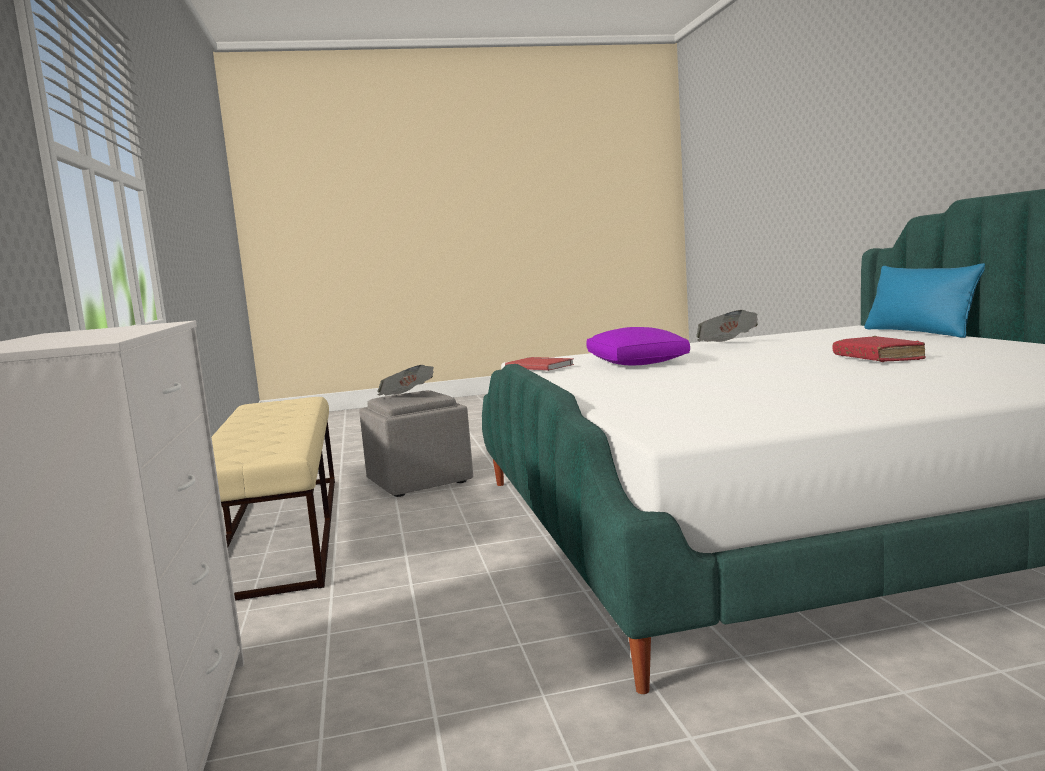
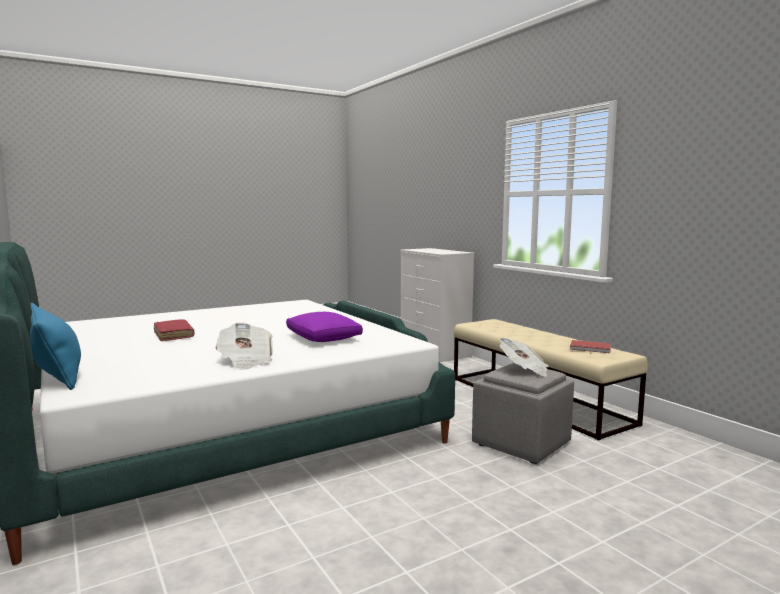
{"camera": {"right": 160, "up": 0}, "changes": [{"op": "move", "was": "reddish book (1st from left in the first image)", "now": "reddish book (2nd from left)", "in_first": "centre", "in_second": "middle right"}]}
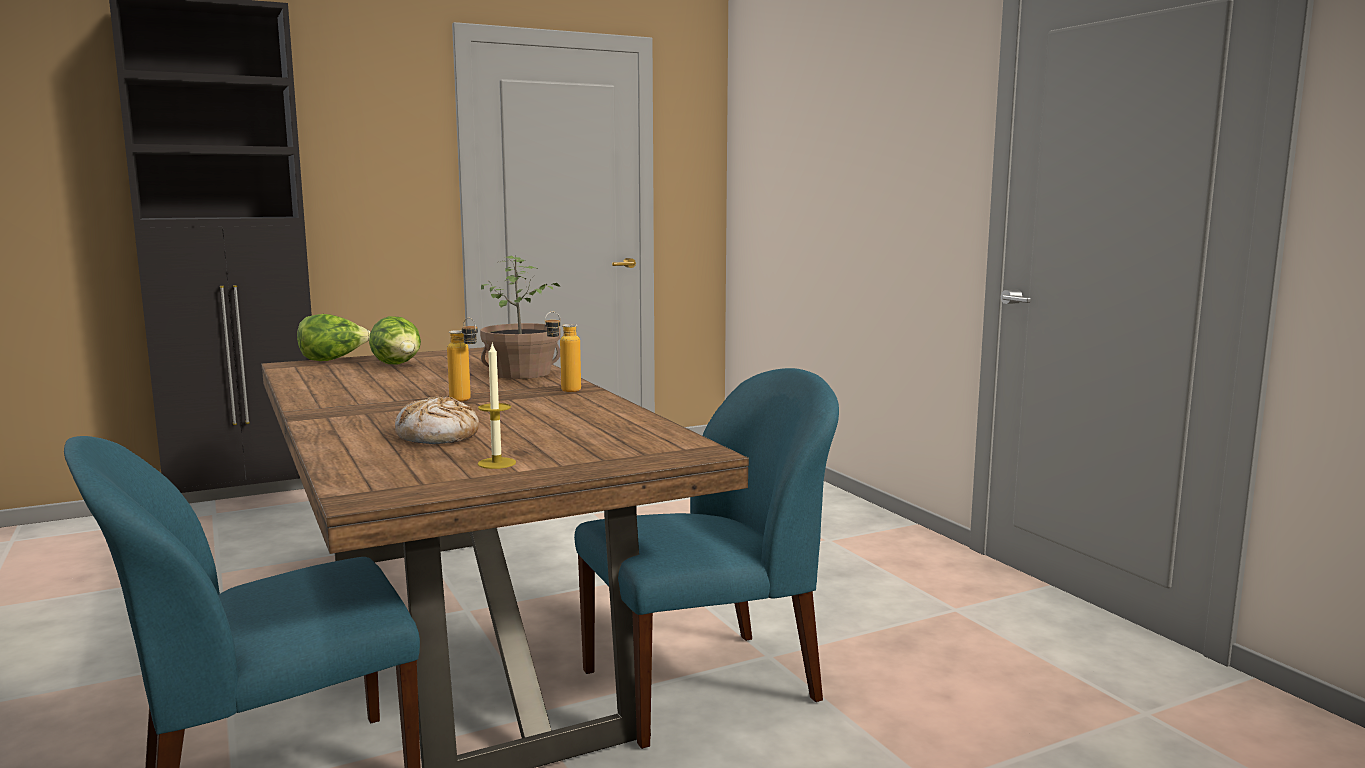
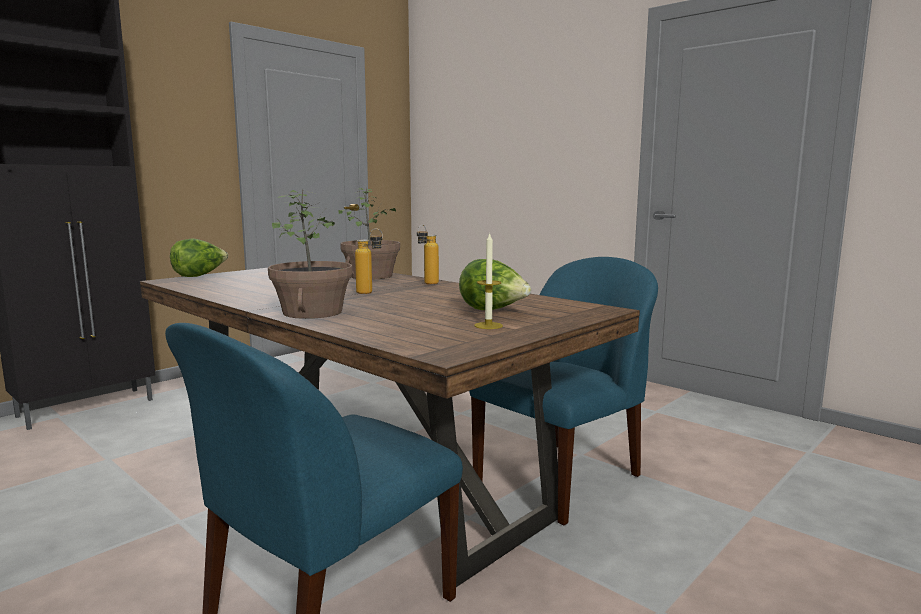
{"camera": {"right": -20, "up": 0}, "changes": [{"op": "insert", "now": "plant in a pot (1st from left)", "in_second": "centre"}, {"op": "move", "was": "head of lettuce (2nd from left)", "in_first": "middle left", "in_second": "centre"}, {"op": "delete", "was": "bread", "in_first": "middle left"}]}
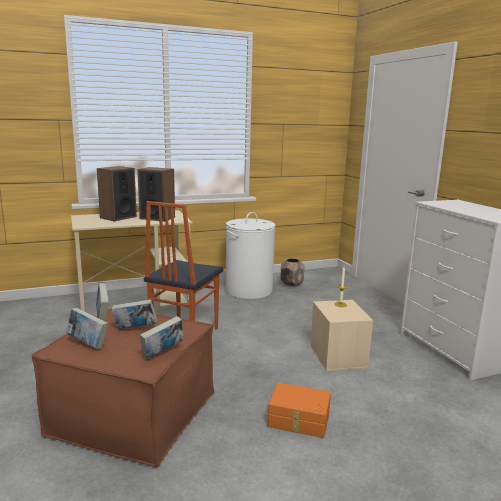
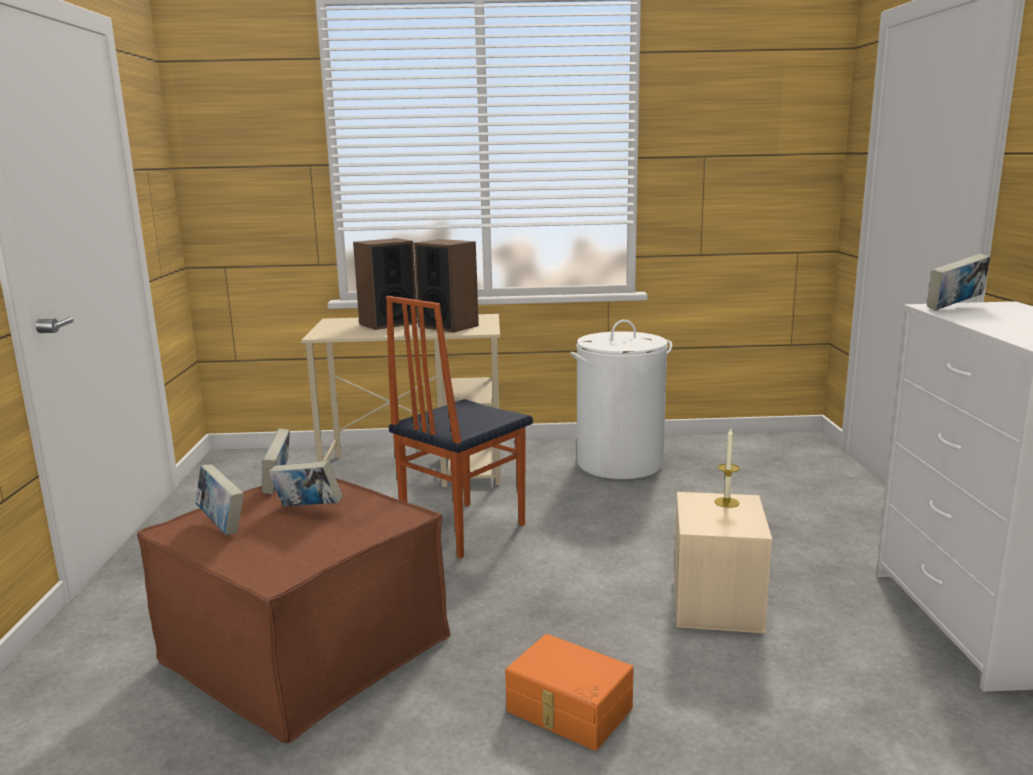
{"camera": {"right": 20, "up": 0}, "changes": [{"op": "move", "was": "book (4th from left)", "in_first": "bottom left", "in_second": "middle right"}, {"op": "delete", "was": "brown flower pot", "in_first": "centre"}]}
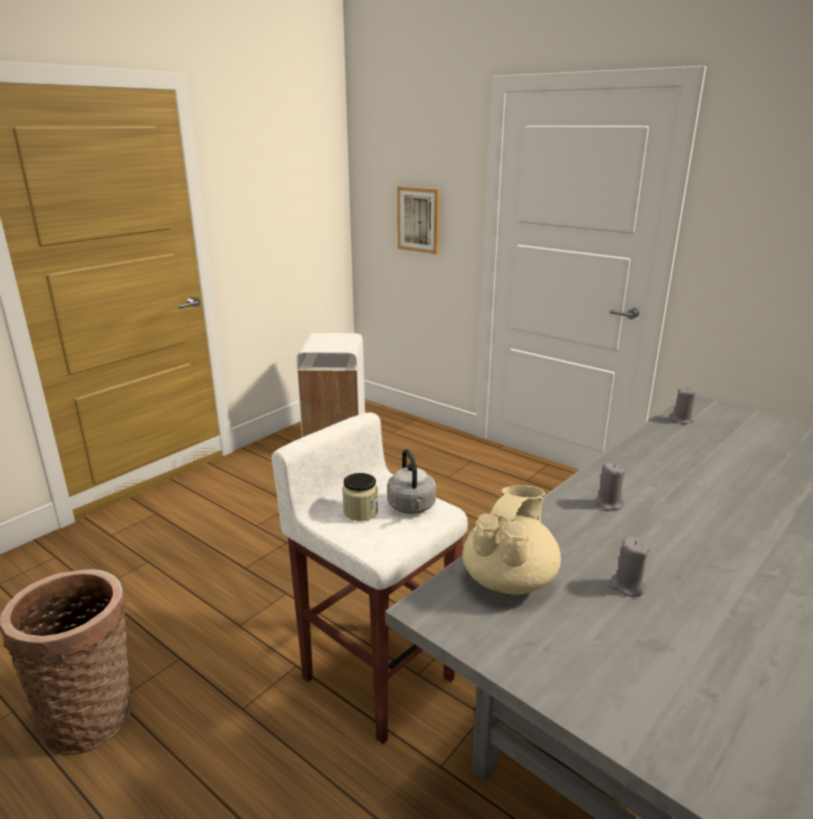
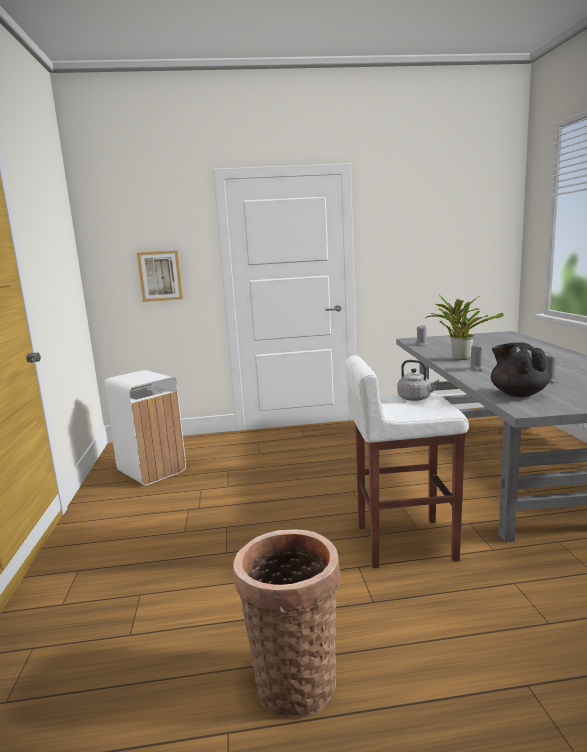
{"camera": {"right": -45, "up": -10}, "changes": [{"op": "insert", "now": "plant in a pot", "in_second": "middle right"}, {"op": "recolor", "was": "beige teapot", "now": "black teapot", "in_first": "centre", "in_second": "middle right"}, {"op": "delete", "was": "preserve jar", "in_first": "centre"}]}
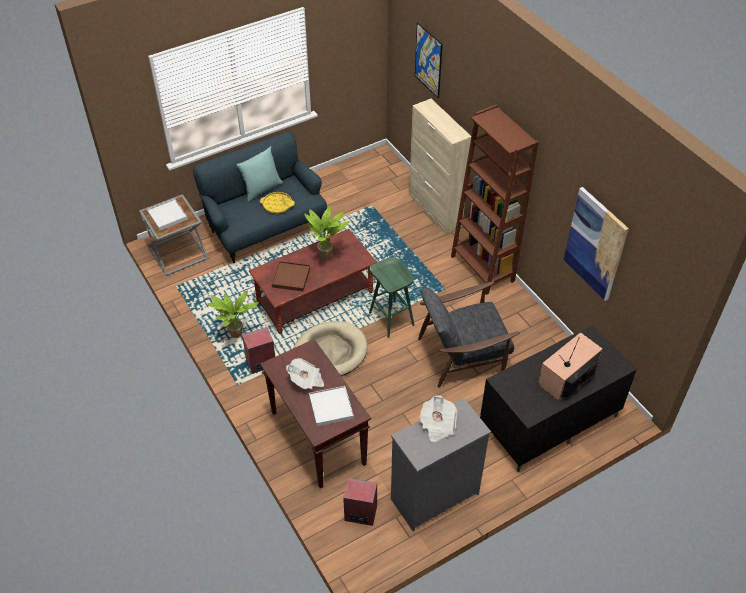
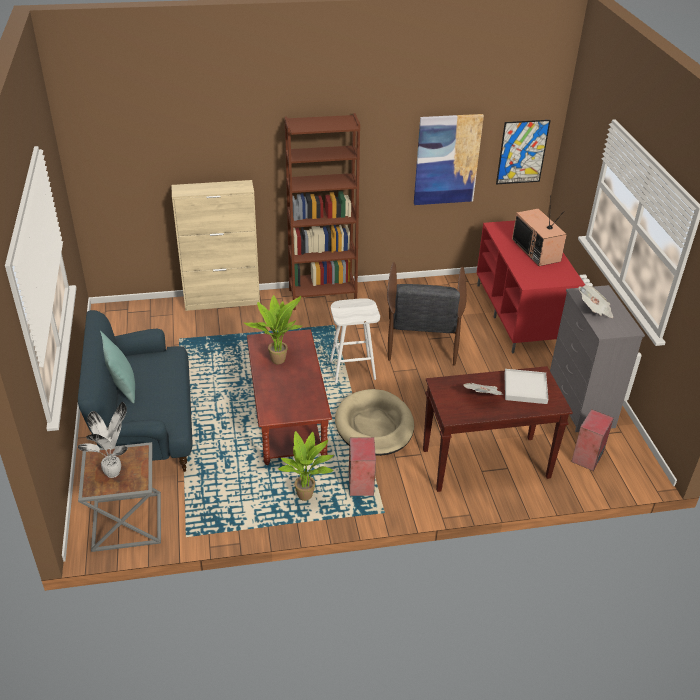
{"camera": {"right": -70, "up": -10}, "changes": [{"op": "replace", "was": "whitish carrying tray (1st from left)", "now": "plant in a pot (1st from left)", "in_first": "middle left", "in_second": "middle left"}, {"op": "recolor", "was": "green-coloured sitting stool", "now": "whitish sitting stool", "in_first": "centre", "in_second": "centre"}, {"op": "recolor", "was": "black tv unit", "now": "reddish tv unit", "in_first": "bottom right", "in_second": "middle right"}, {"op": "move", "was": "wall picture (1st from left in the first image)", "now": "wall picture (2nd from left)", "in_first": "top centre", "in_second": "top right"}, {"op": "delete", "was": "yellowish carrying tray", "in_first": "centre"}, {"op": "delete", "was": "brown carrying tray", "in_first": "centre"}]}
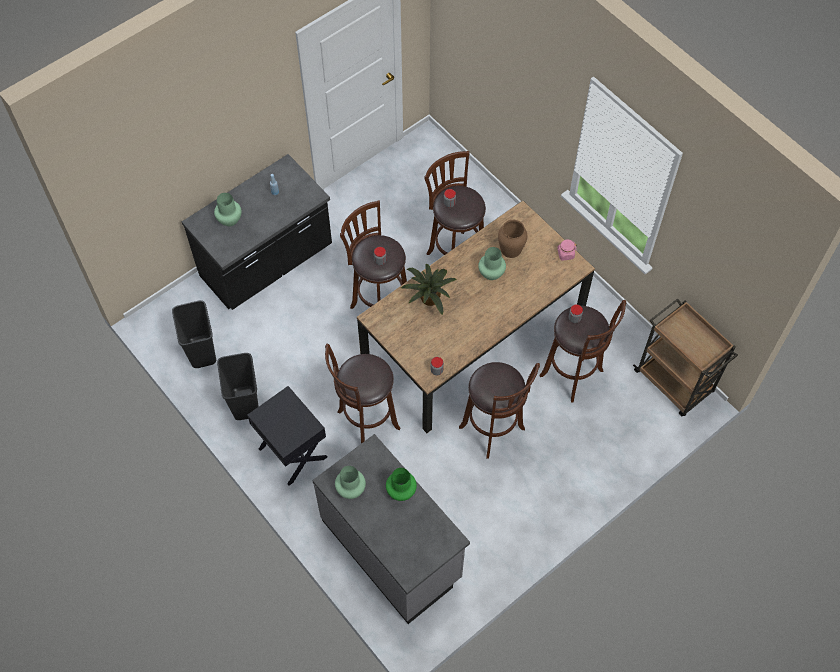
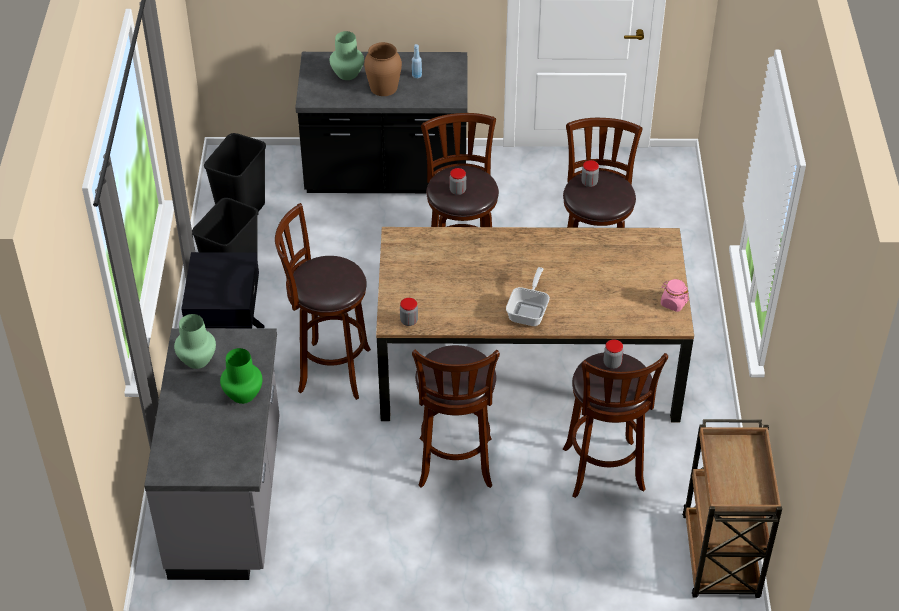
{"camera": {"right": 40, "up": -15}, "changes": [{"op": "move", "was": "brown decorative vase", "in_first": "centre", "in_second": "top centre"}, {"op": "insert", "now": "pan", "in_second": "centre"}, {"op": "delete", "was": "plant in a pot", "in_first": "centre"}, {"op": "delete", "was": "green-coloured decorative vase (4th from left)", "in_first": "centre"}]}
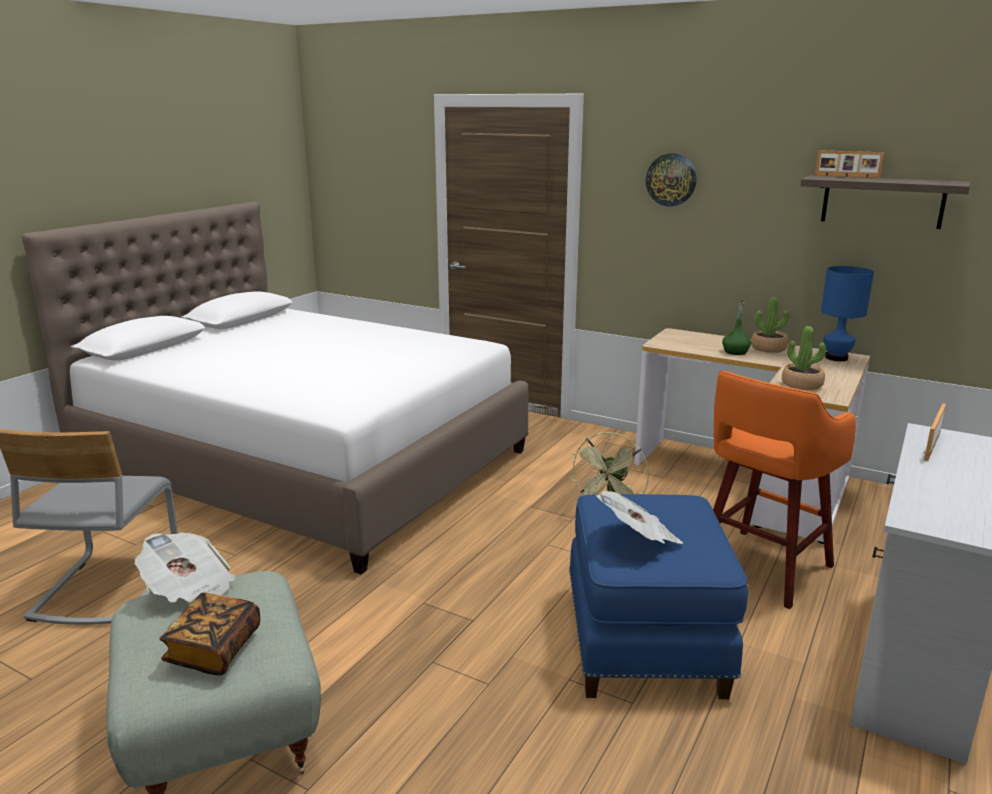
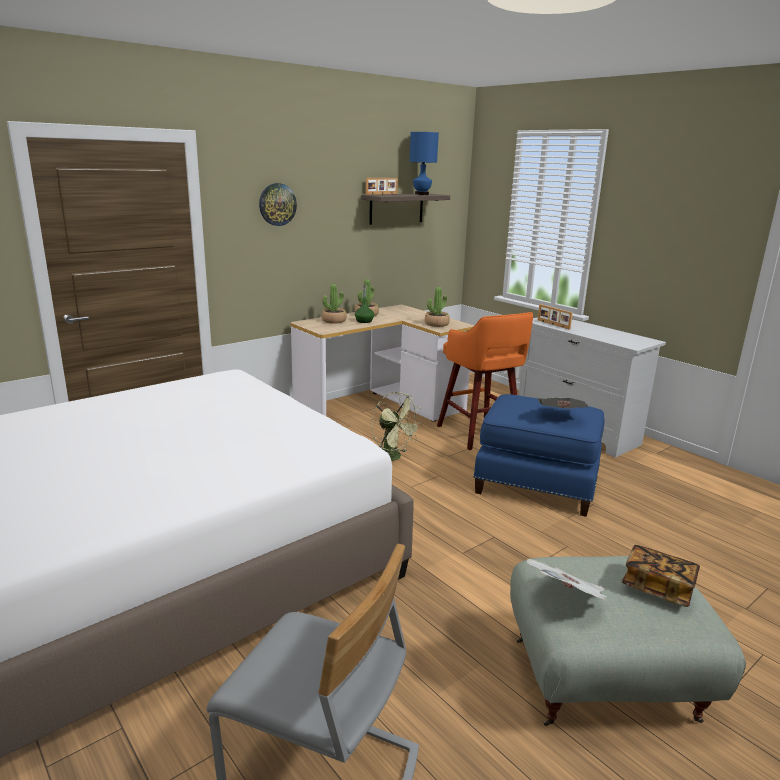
{"camera": {"right": -70, "up": 0}, "changes": [{"op": "insert", "now": "plant in a pot (1st from left)", "in_second": "centre"}, {"op": "move", "was": "blue lamp for a table", "in_first": "middle right", "in_second": "top centre"}]}
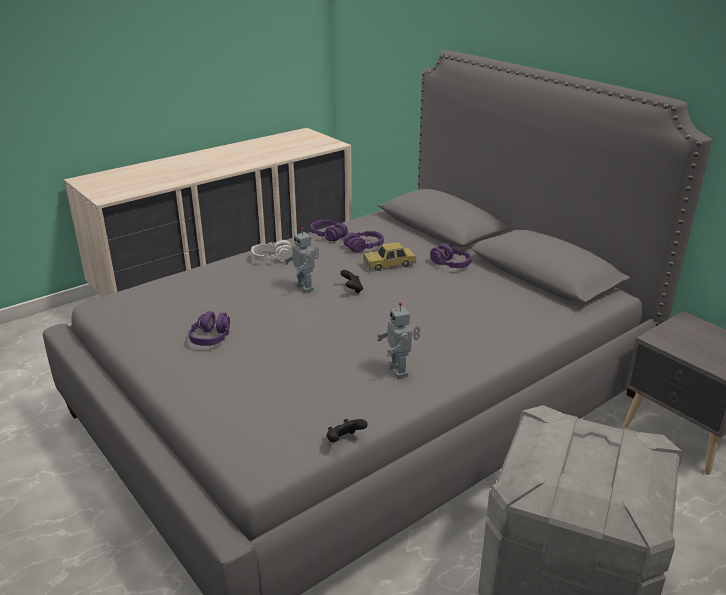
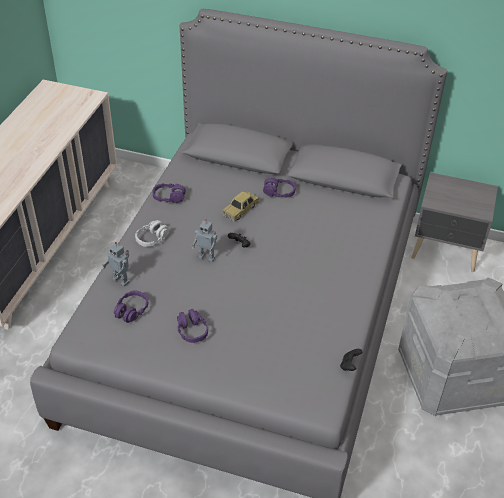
{"camera": {"right": -35, "up": 15}, "changes": [{"op": "move", "was": "robot figure (2nd from left in the first image)", "now": "robot figure (1st from left)", "in_first": "centre", "in_second": "middle left"}, {"op": "move", "was": "purplish headphones (3rd from left in the first image)", "now": "purplish headphones (1st from left)", "in_first": "centre", "in_second": "middle left"}]}
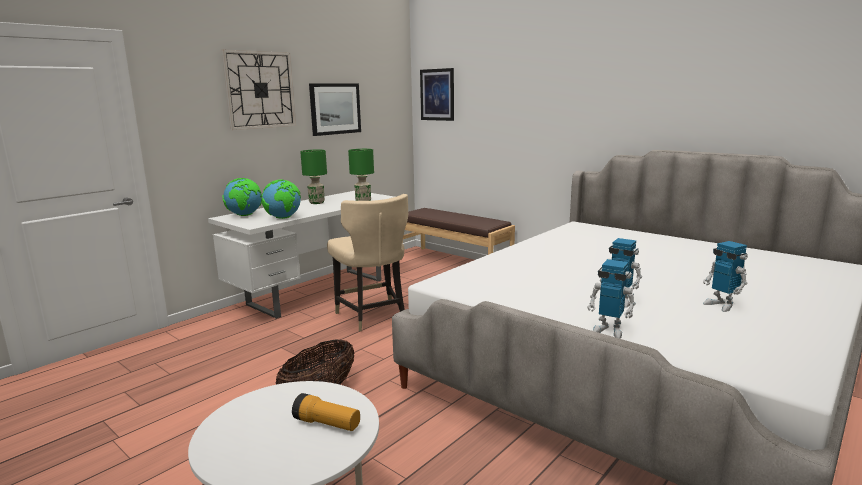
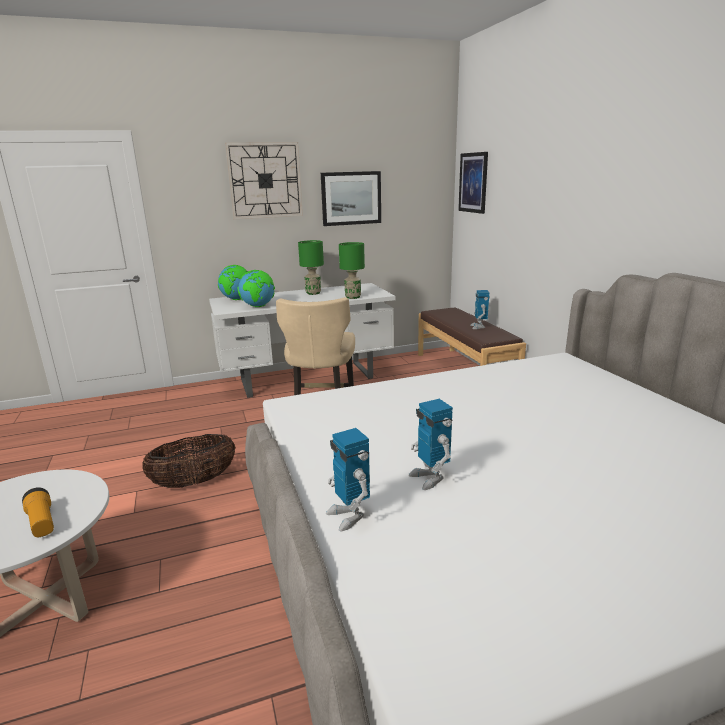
{"camera": {"right": 30, "up": 5}, "changes": [{"op": "move", "was": "robot figure (3rd from left)", "in_first": "middle right", "in_second": "centre"}]}
